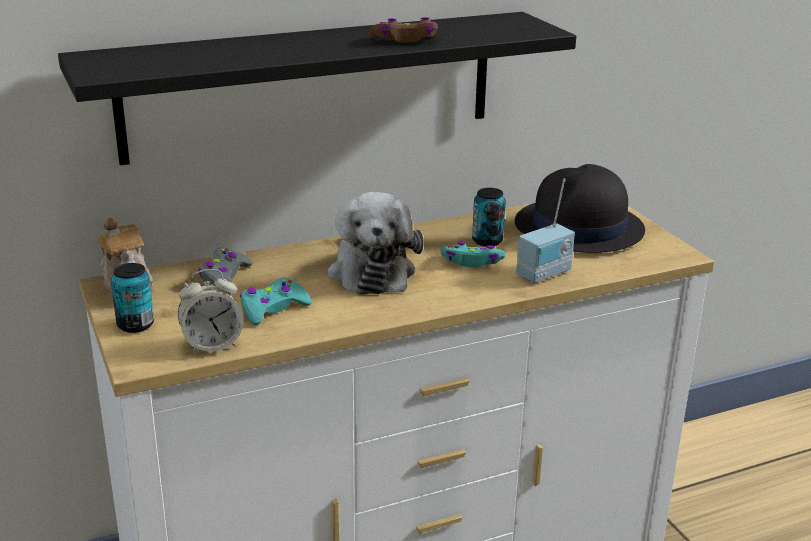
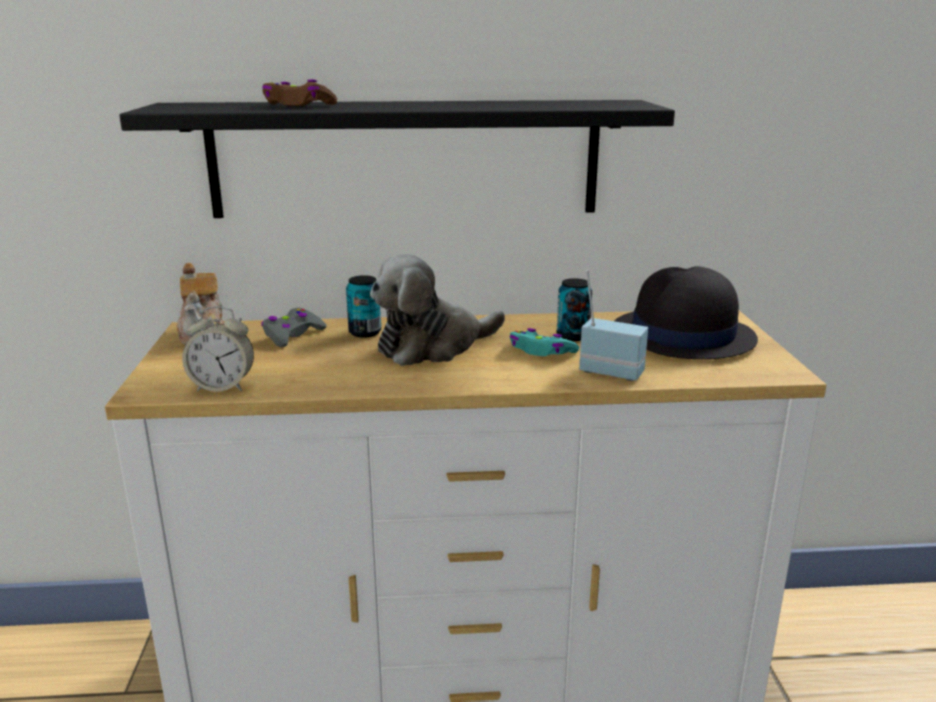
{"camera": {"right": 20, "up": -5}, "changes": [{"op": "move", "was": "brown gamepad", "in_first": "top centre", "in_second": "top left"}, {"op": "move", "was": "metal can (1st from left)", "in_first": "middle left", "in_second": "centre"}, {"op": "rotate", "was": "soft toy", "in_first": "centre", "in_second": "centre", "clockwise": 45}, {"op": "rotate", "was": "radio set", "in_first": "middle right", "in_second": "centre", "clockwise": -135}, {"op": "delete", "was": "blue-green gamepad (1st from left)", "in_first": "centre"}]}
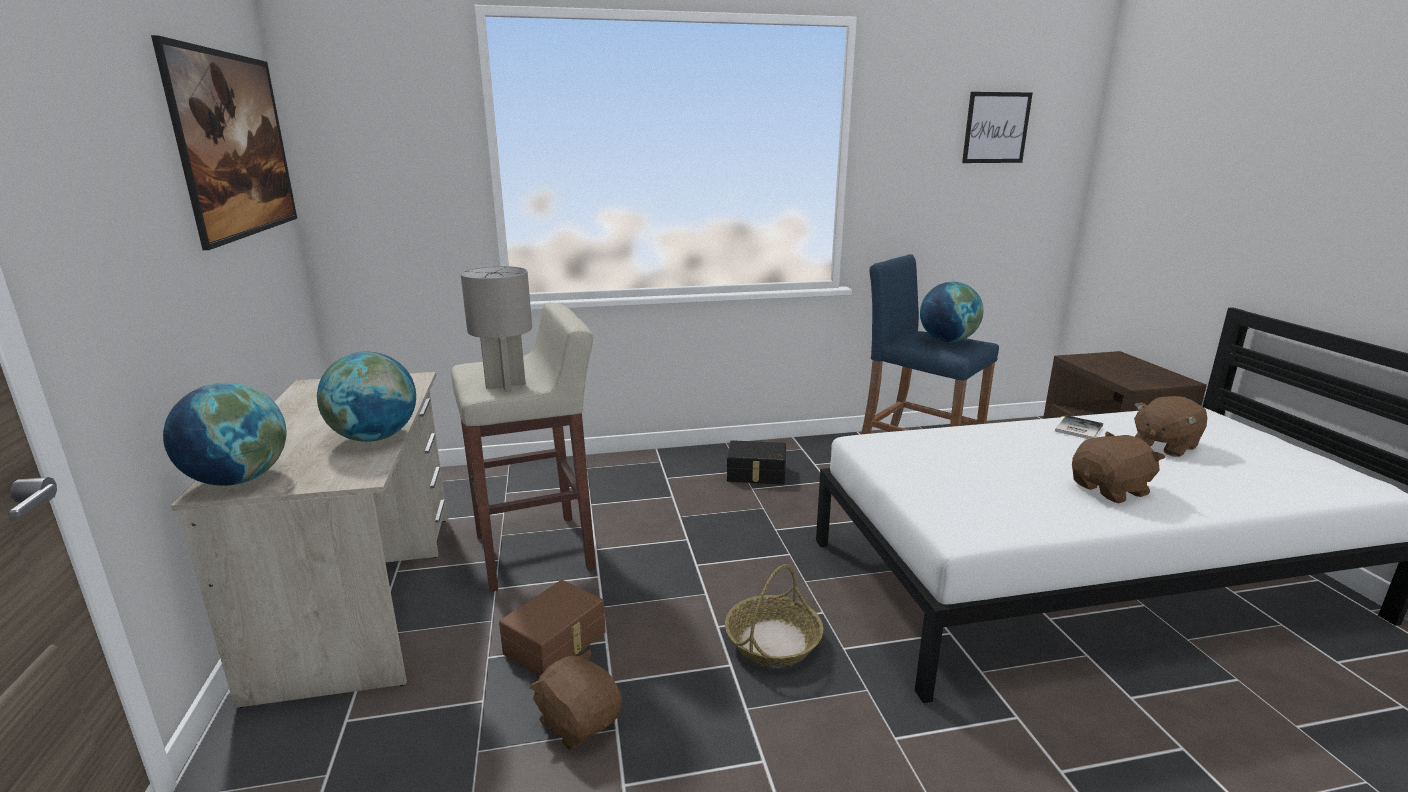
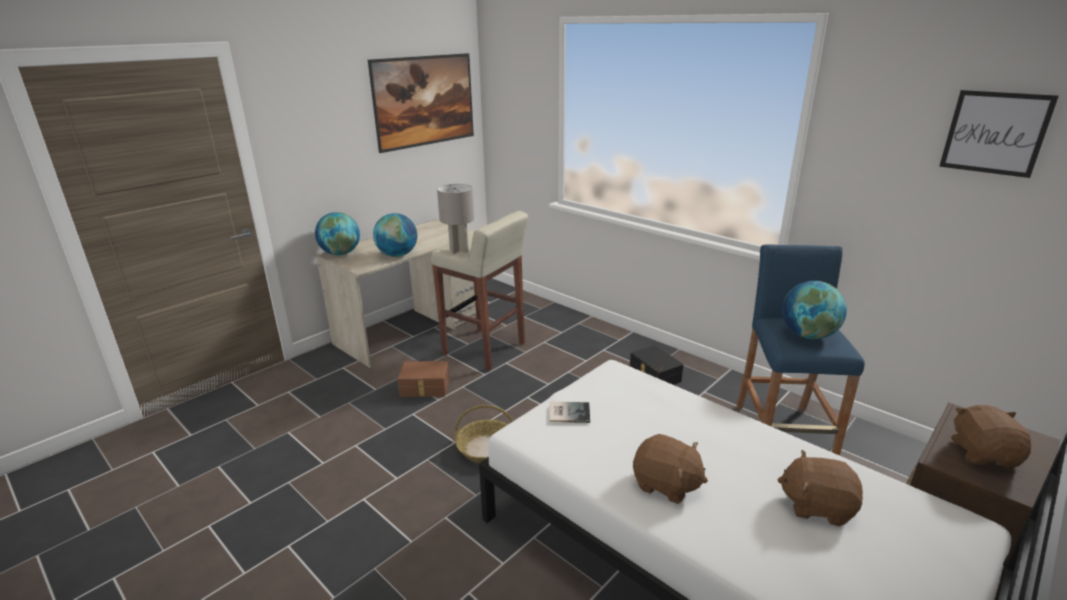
{"camera": {"right": 55, "up": 5}, "changes": [{"op": "move", "was": "book", "in_first": "middle right", "in_second": "bottom centre"}, {"op": "move", "was": "brown soft toy (1st from left in the first image)", "now": "brown soft toy (3rd from left)", "in_first": "bottom centre", "in_second": "bottom right"}]}
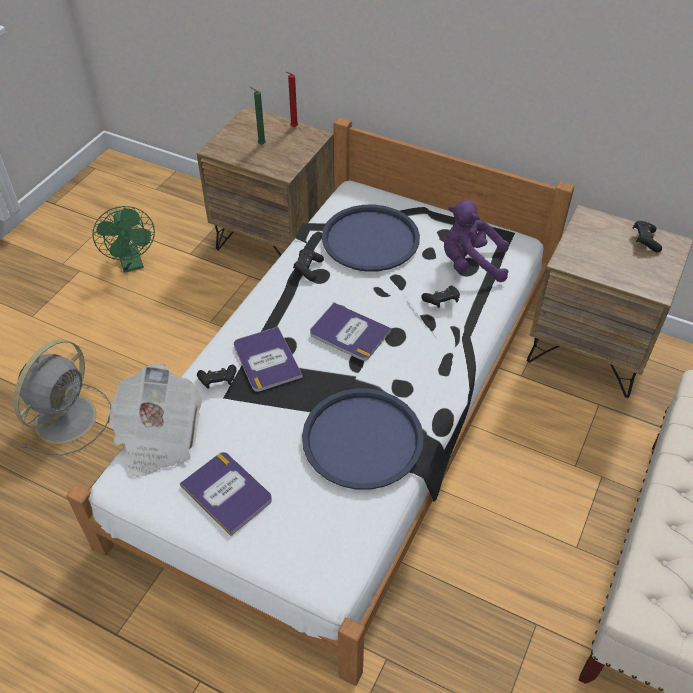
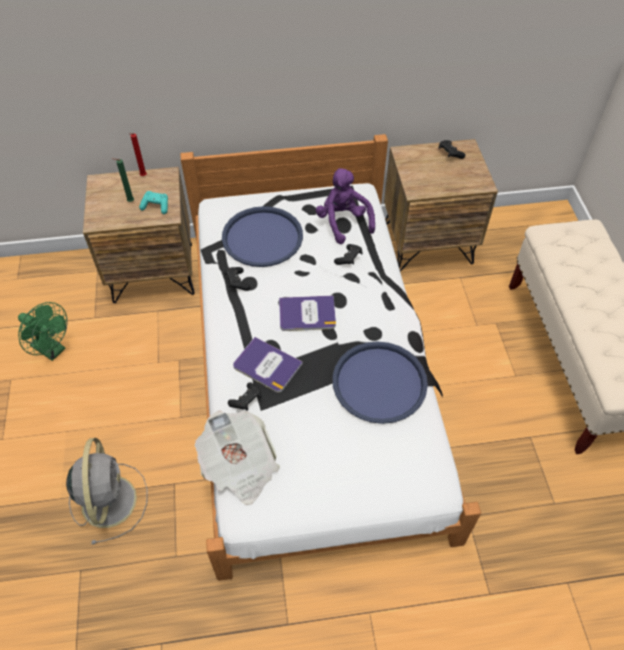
{"camera": {"right": -35, "up": 5}, "changes": [{"op": "insert", "now": "blue-green gamepad", "in_second": "top left"}, {"op": "rotate", "was": "purplish soft toy", "in_first": "middle right", "in_second": "top centre", "clockwise": 90}, {"op": "delete", "was": "book (1st from left)", "in_first": "bottom left"}]}
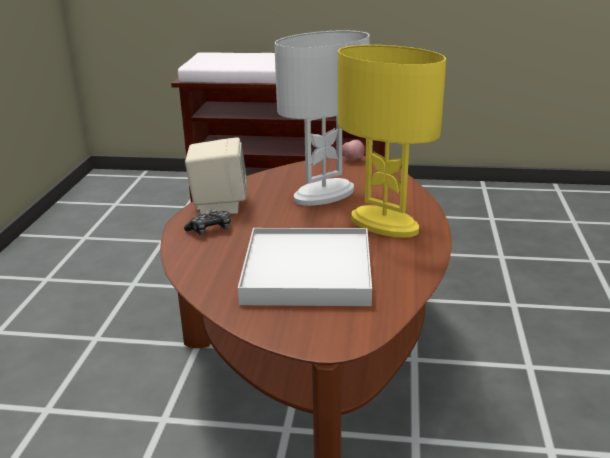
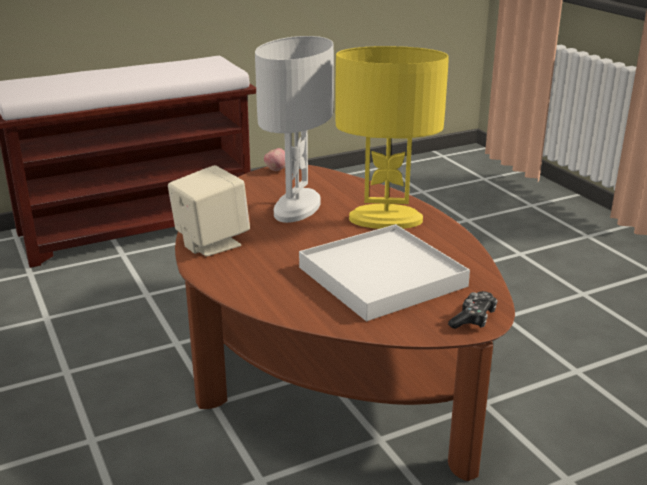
{"camera": {"right": -35, "up": 0}, "changes": [{"op": "move", "was": "gamepad", "in_first": "centre", "in_second": "middle right"}]}
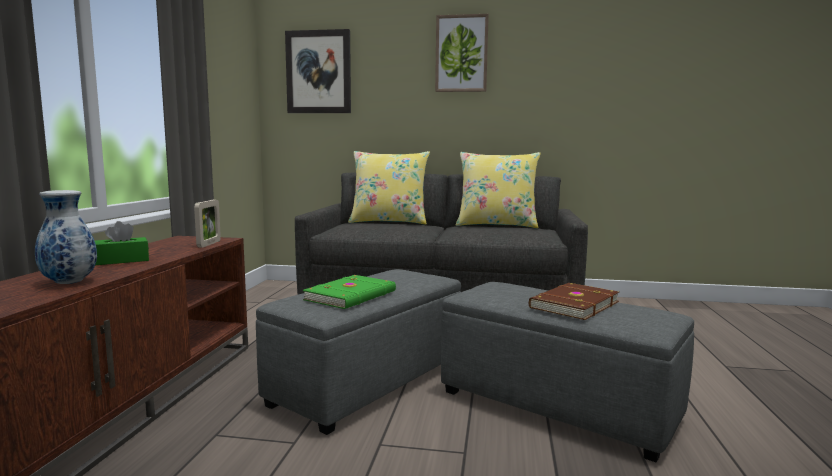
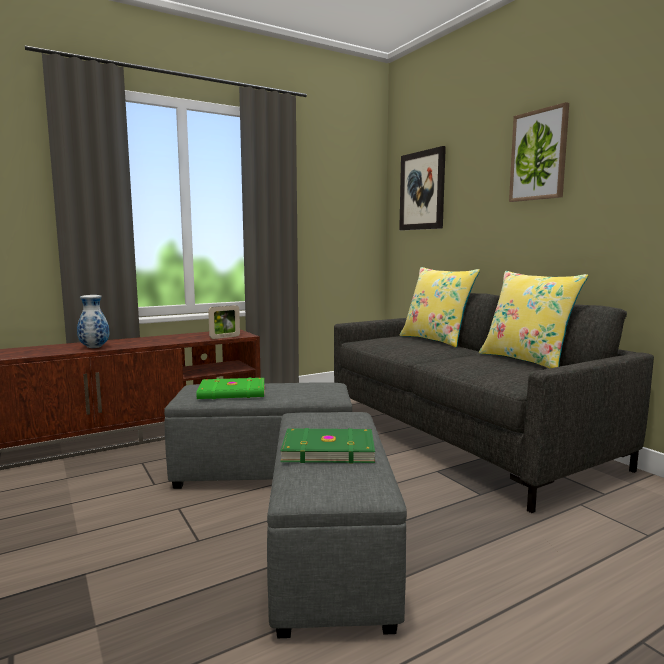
{"camera": {"right": 50, "up": 0}, "changes": [{"op": "recolor", "was": "brown book", "now": "green-coloured book (2nd from left)", "in_first": "middle right", "in_second": "bottom centre"}, {"op": "delete", "was": "green-coloured tissue box", "in_first": "middle left"}]}
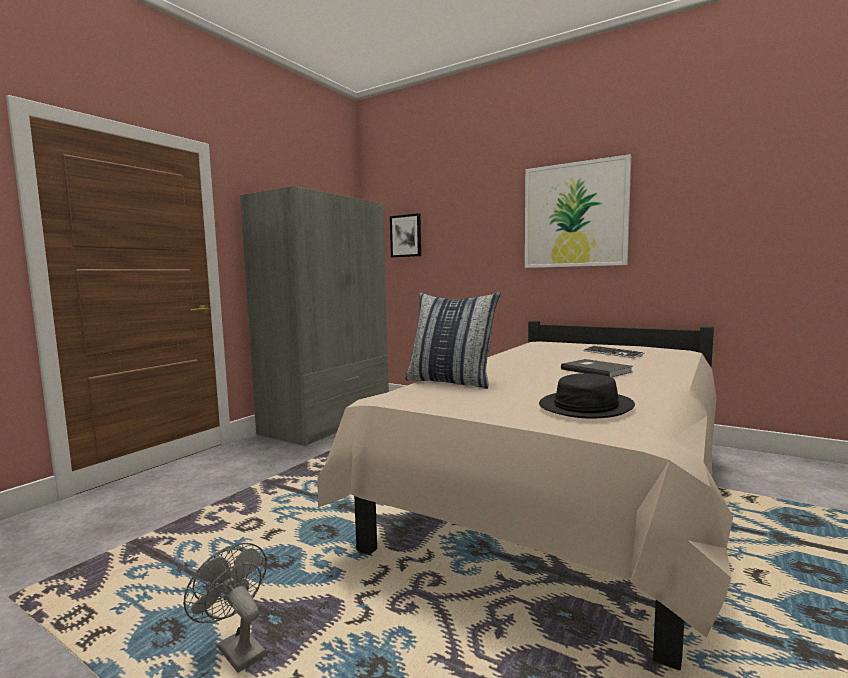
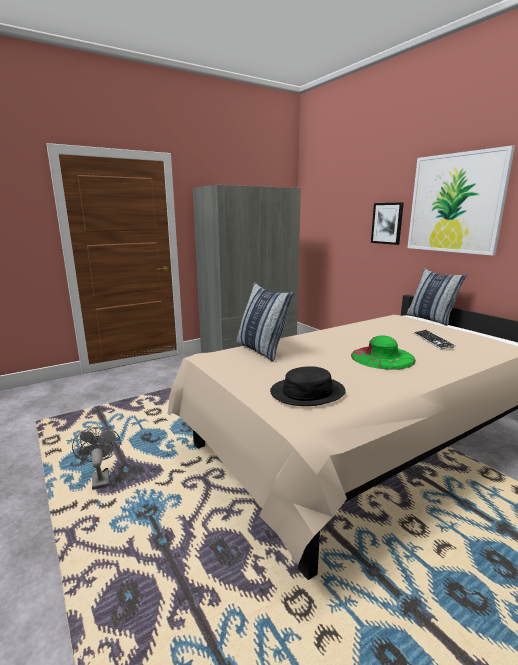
{"camera": {"right": 25, "up": 10}, "changes": [{"op": "replace", "was": "gray book", "now": "green-coloured clothing hat", "in_first": "middle right", "in_second": "middle right"}, {"op": "move", "was": "wall picture (1st from left)", "in_first": "centre", "in_second": "middle right"}, {"op": "insert", "now": "cushion (2nd from left)", "in_second": "middle right"}]}
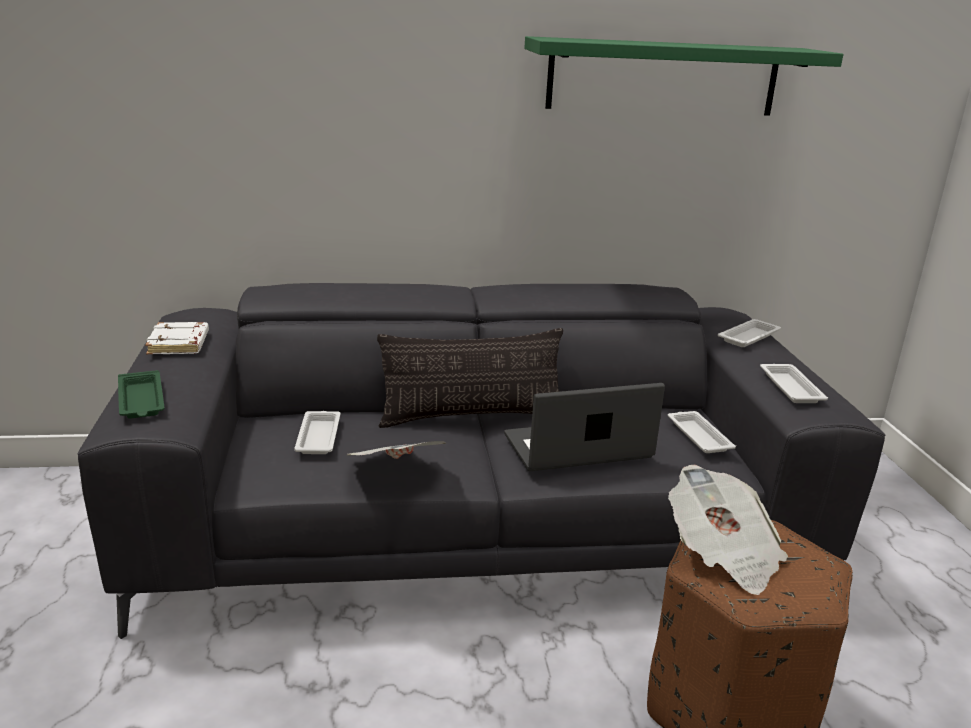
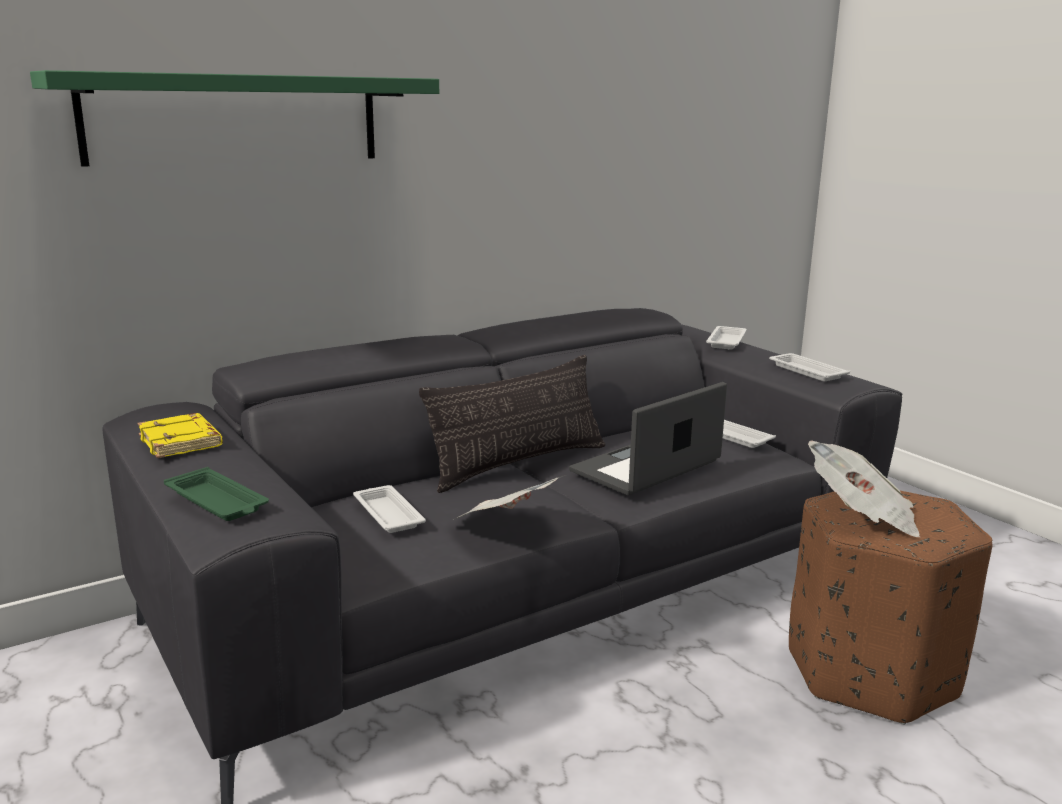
{"camera": {"right": -25, "up": -5}, "changes": [{"op": "move", "was": "green-coloured shelf", "in_first": "top right", "in_second": "top left"}, {"op": "recolor", "was": "whitish book", "now": "yellowish book", "in_first": "middle left", "in_second": "middle left"}]}
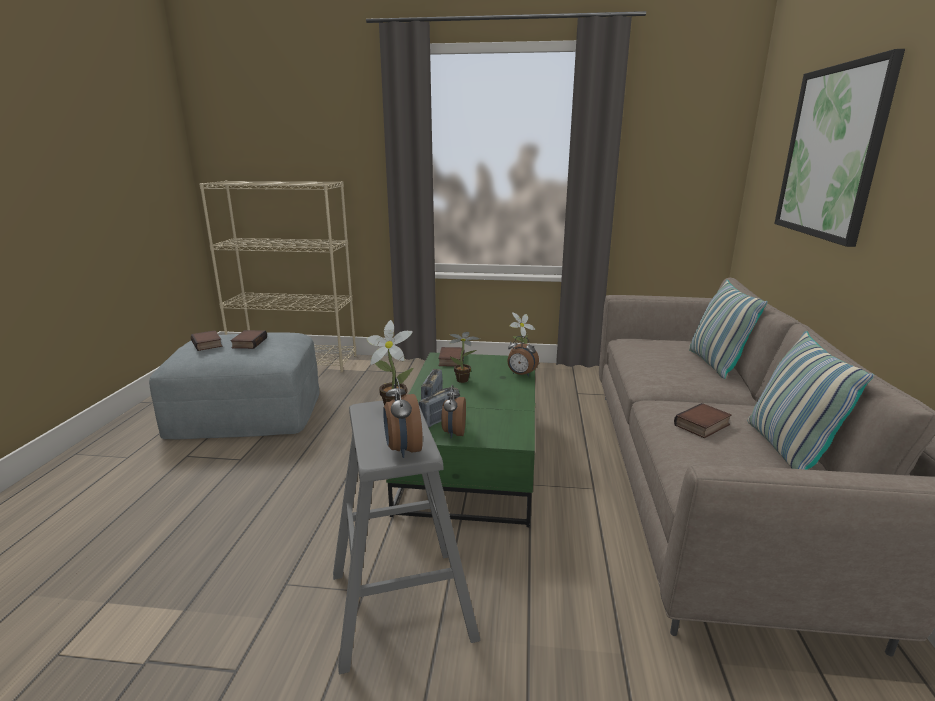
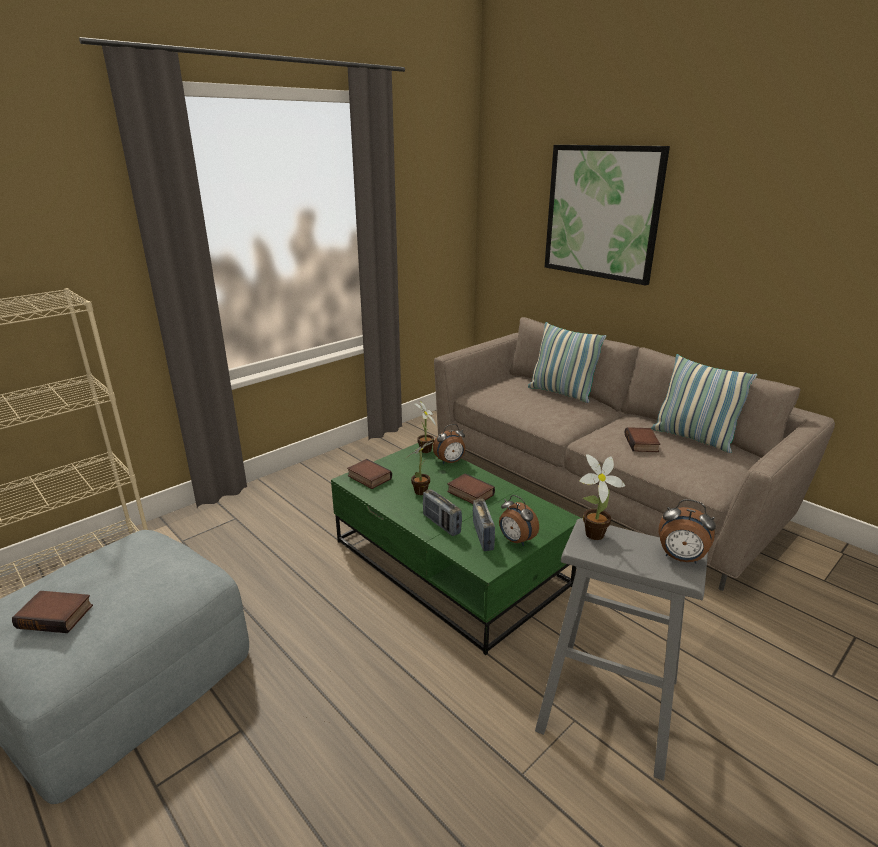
{"camera": {"right": -50, "up": 5}, "changes": [{"op": "move", "was": "book (2nd from left in the first image)", "now": "book (3rd from left)", "in_first": "middle left", "in_second": "centre"}]}
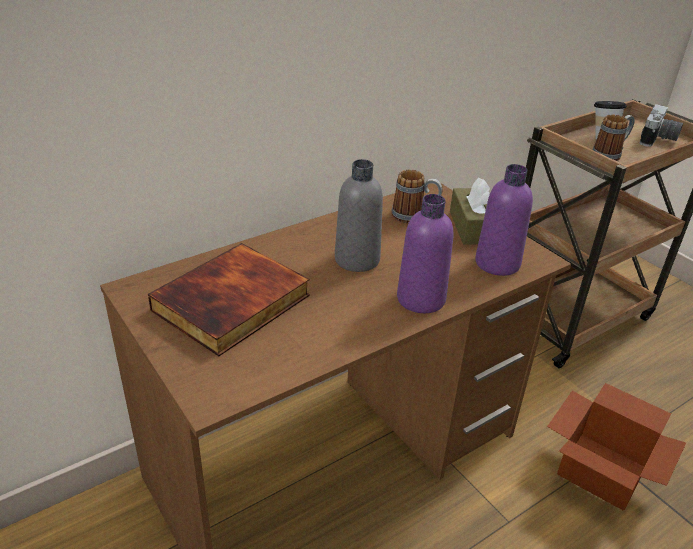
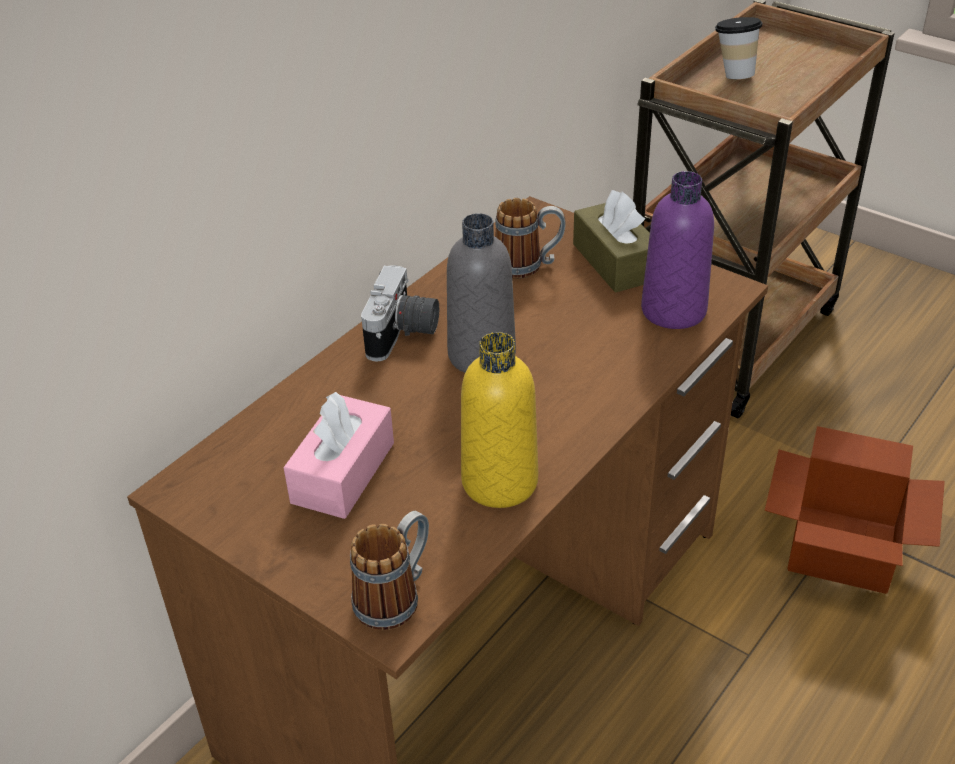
{"camera": {"right": -15, "up": 5}, "changes": [{"op": "replace", "was": "book", "now": "pink tissue box", "in_first": "middle left", "in_second": "centre"}, {"op": "move", "was": "coffee mug (2nd from left in the first image)", "now": "coffee mug (1st from left)", "in_first": "top right", "in_second": "bottom centre"}, {"op": "move", "was": "photo camera", "in_first": "top right", "in_second": "centre"}, {"op": "insert", "now": "yellowish bottle", "in_second": "centre"}, {"op": "delete", "was": "purplish bottle (1st from left)", "in_first": "centre"}]}
